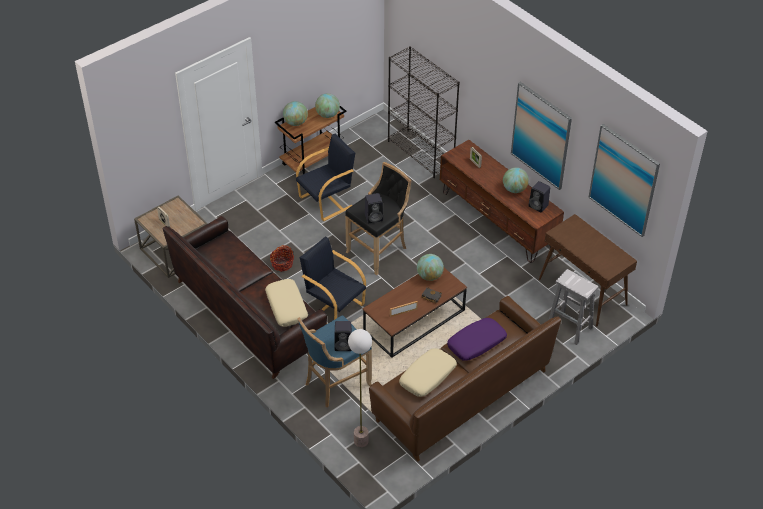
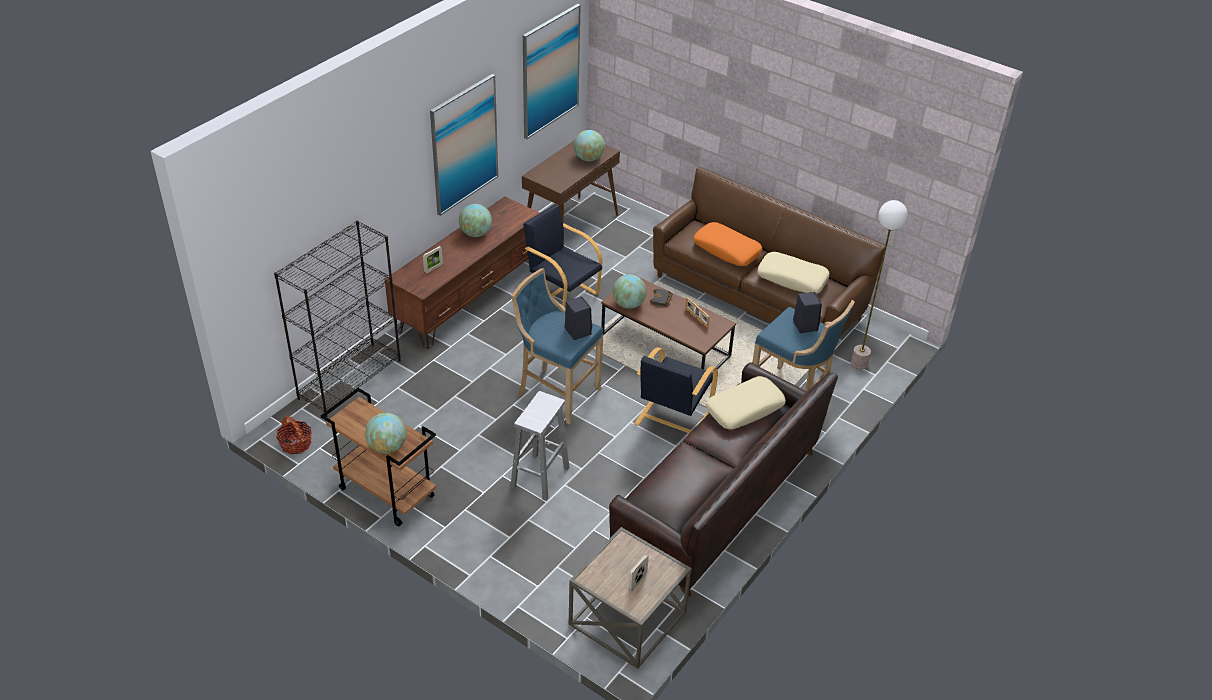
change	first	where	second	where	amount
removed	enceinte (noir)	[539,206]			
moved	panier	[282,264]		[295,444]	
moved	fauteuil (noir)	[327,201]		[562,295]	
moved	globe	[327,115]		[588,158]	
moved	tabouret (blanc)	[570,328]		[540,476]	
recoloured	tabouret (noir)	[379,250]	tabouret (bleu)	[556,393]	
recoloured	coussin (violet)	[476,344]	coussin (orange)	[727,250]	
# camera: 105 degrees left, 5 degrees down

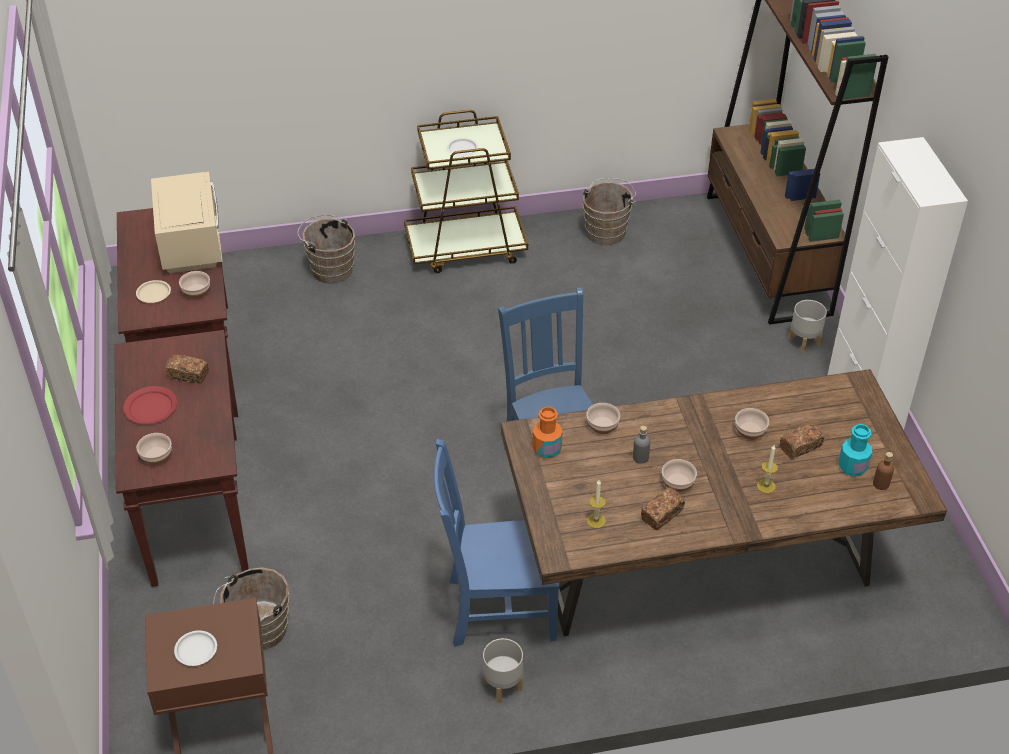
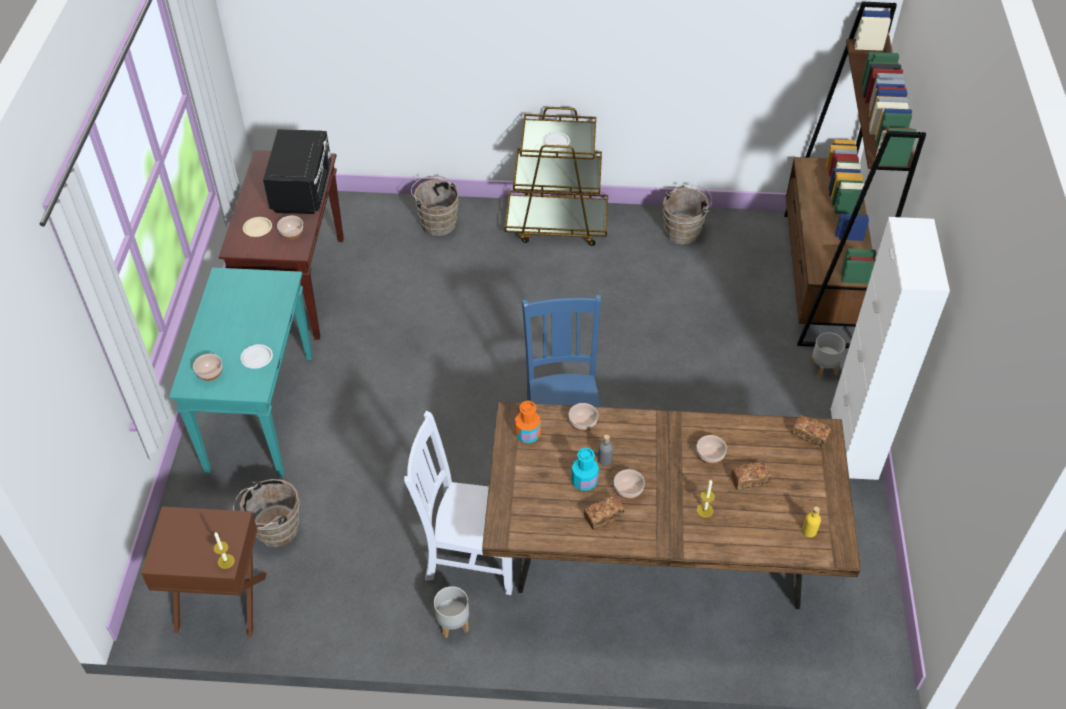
change	first	where	second	where	amount
removed	assiette (rouge)	[151,407]			
moved	pain	[188,375]		[809,435]	
moved	assiette (blanc)	[196,650]		[257,358]	
moved	bougie	[596,521]		[226,561]	
moved	bouteille (turquoise)	[852,466]		[584,481]	
recoloured	table console (marron)	[195,507]	table console (turquoise)	[260,411]	
recoloured	micro-ondes (beige)	[192,244]	micro-ondes (noir)	[303,189]	
recoloured	chaise (bleu)	[497,609]	chaise (blanc)	[471,555]	
recoloured	bouteille (marron)	[881,484]	bouteille (jaune)	[809,531]	
# camera: 15 degrees right, 5 degrees up

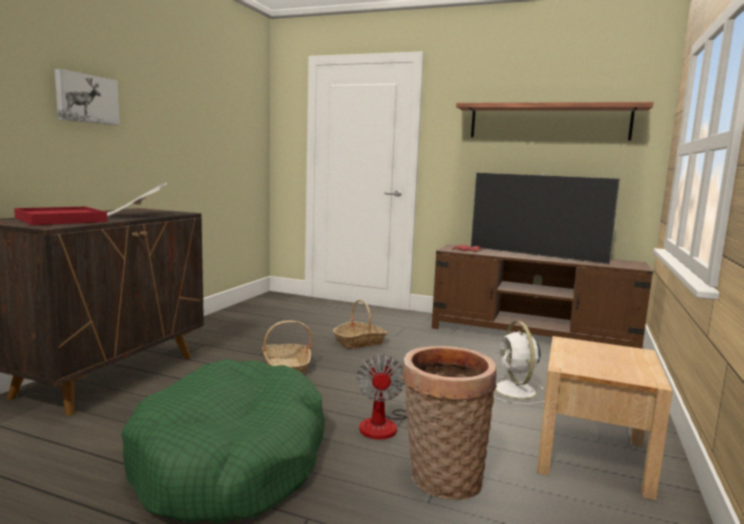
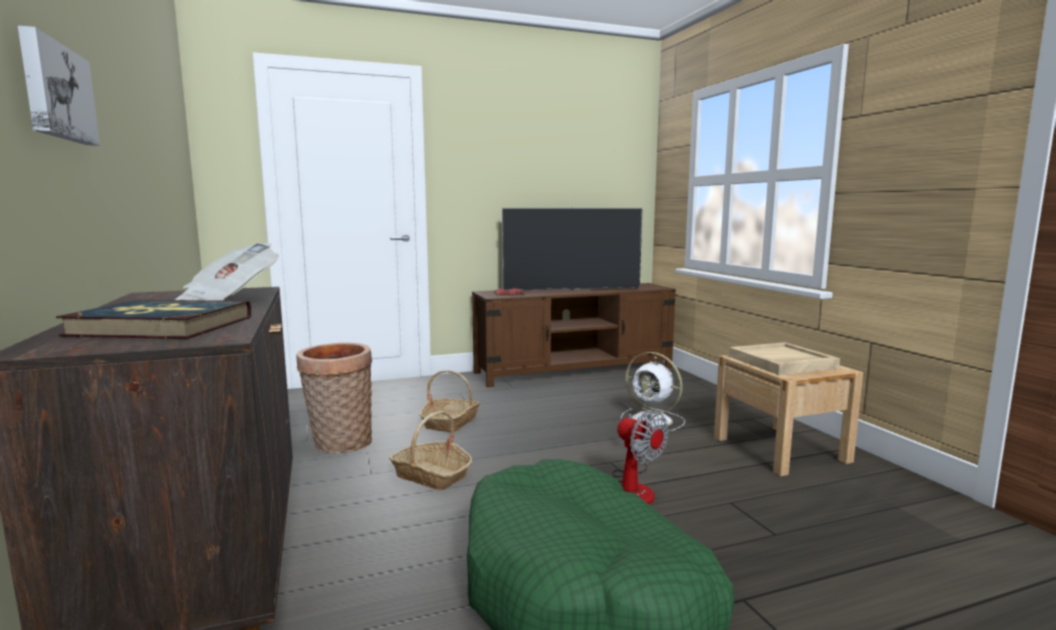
change	first	where	second	where	amount
removed	étagère	[548,122]			
added			plateau (beige)	[781,362]	
moved	panier	[441,479]		[340,444]	
replaced	plateau (rouge)	[61,220]	livre	[161,326]	
# camera: 40 degrees left, 0 degrees up

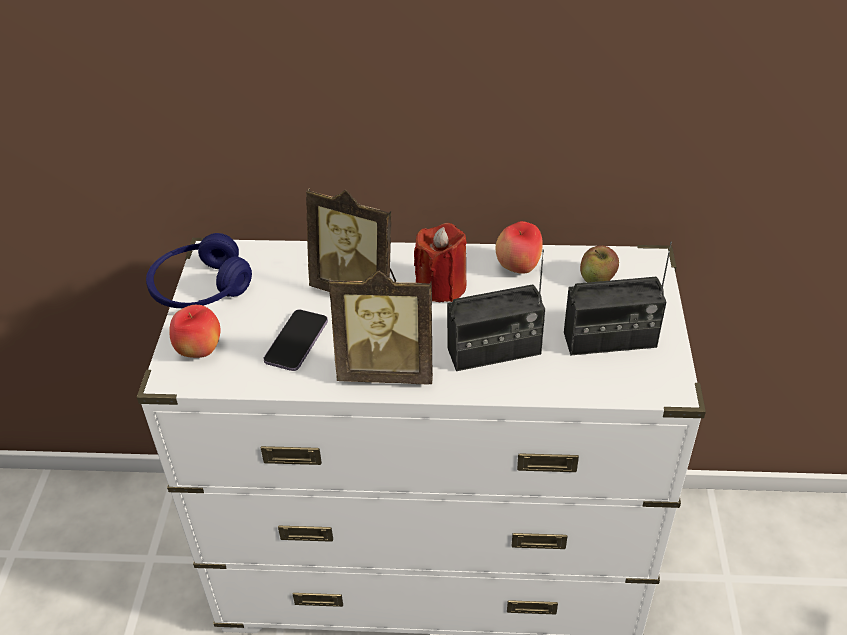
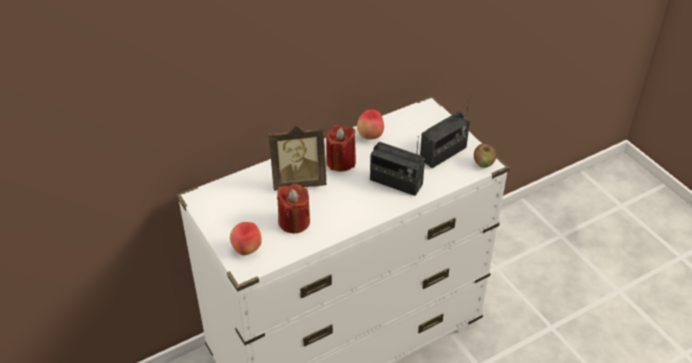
change	first	where	second	where	amount
removed	casque audio (bleu)	[200,288]			
removed	cadre photo	[386,369]			
moved	pomme	[597,278]		[483,163]	
replaced	téléphone	[296,342]	bougie (rouge)	[294,222]	
turned	radio	[494,351]		[396,182]	75 degrees clockwise
# camera: 35 degrees left, 0 degrees up

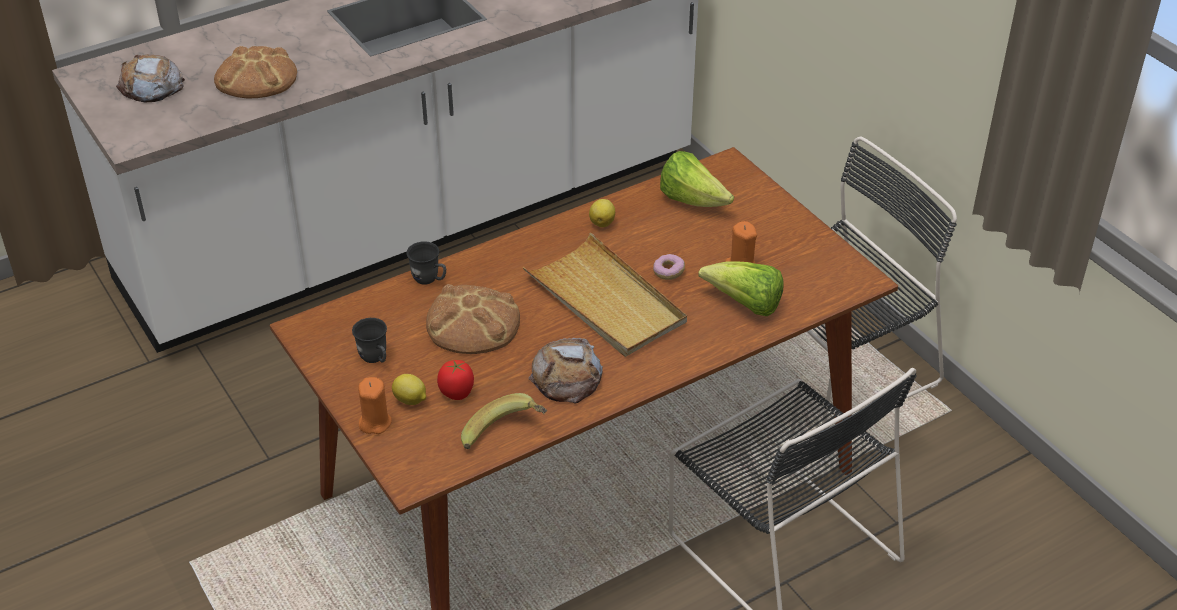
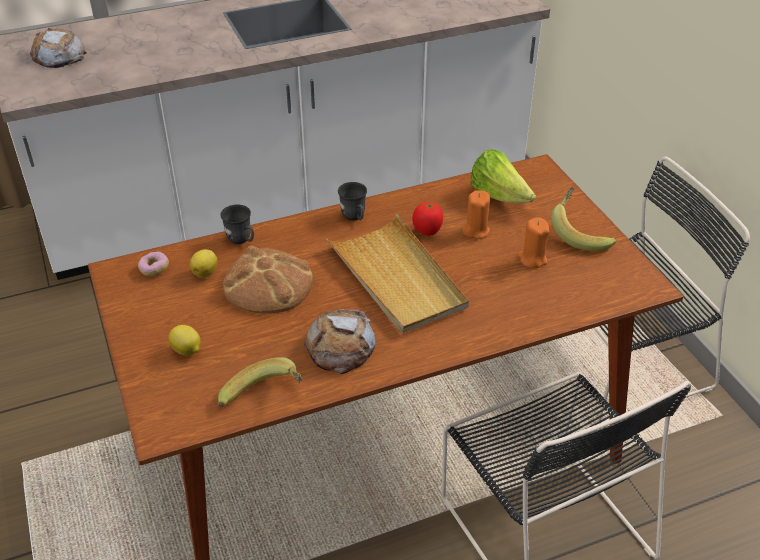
change	first	where	second	where	amount
removed	pain	[256,77]			
removed	laitue	[745,304]			
added			banane	[581,233]	
moved	mug (gris)	[375,359]		[355,218]	
moved	bougie (orange)	[375,422]		[475,230]	
moved	tomate	[457,393]		[427,230]	
moved	citron	[602,222]		[206,272]	
moved	beignet	[668,272]		[154,269]	
# camera: 10 degrees right, 0 degrees up

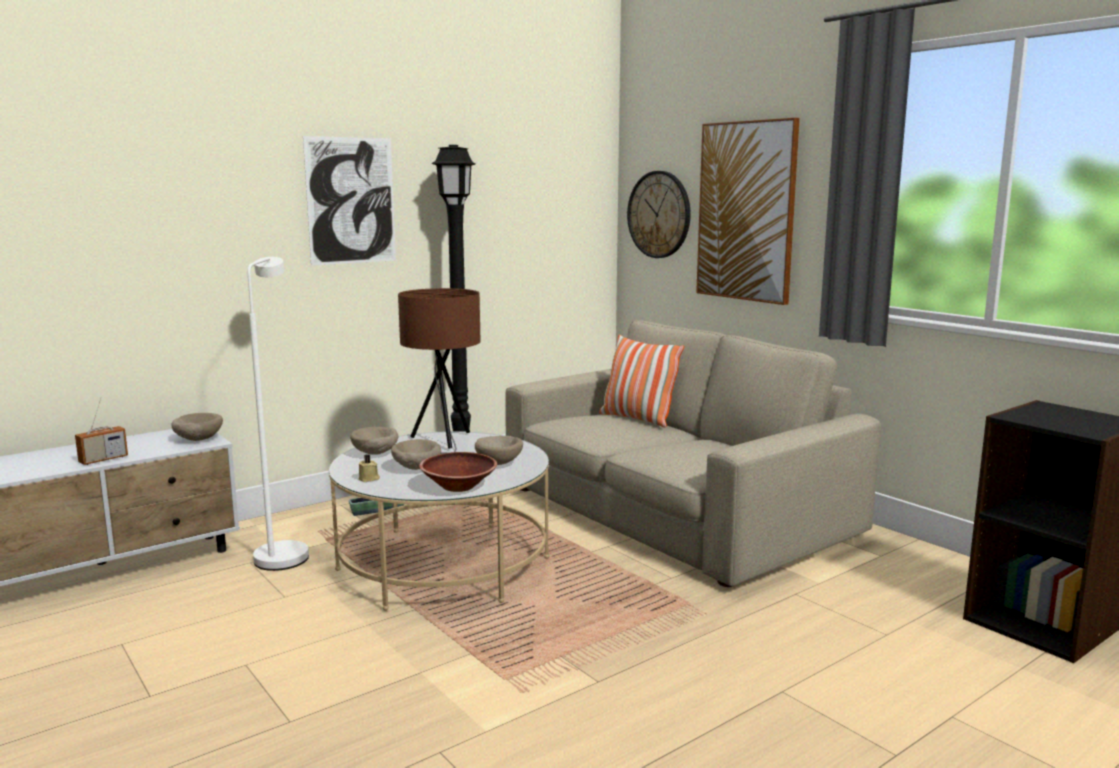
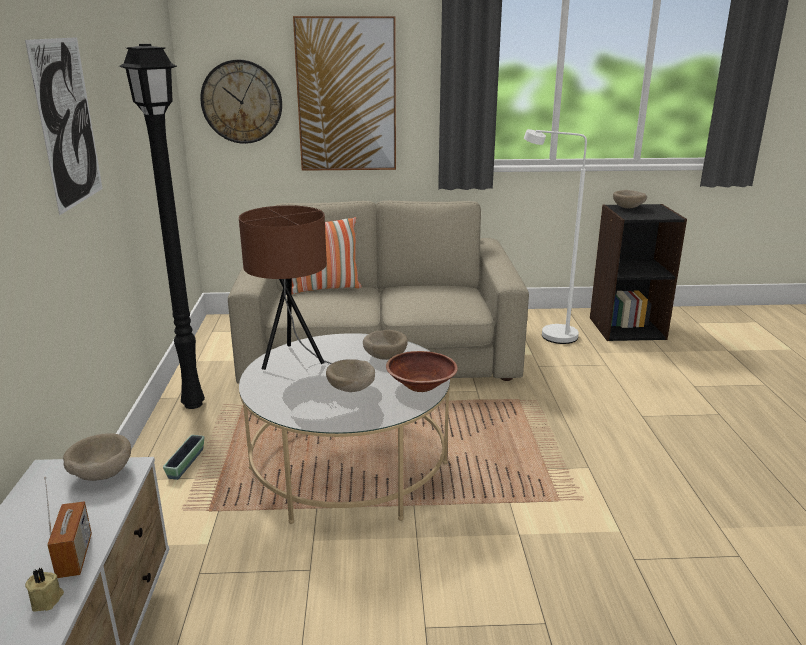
change	first	where	second	where	amount
moved	lampadaire (blanc)	[283,553]		[549,334]	
moved	bol (beige)	[375,454]		[629,208]	
moved	bougie (beige)	[369,479]		[47,600]	
# camera: 55 degrees left, 10 degrees up

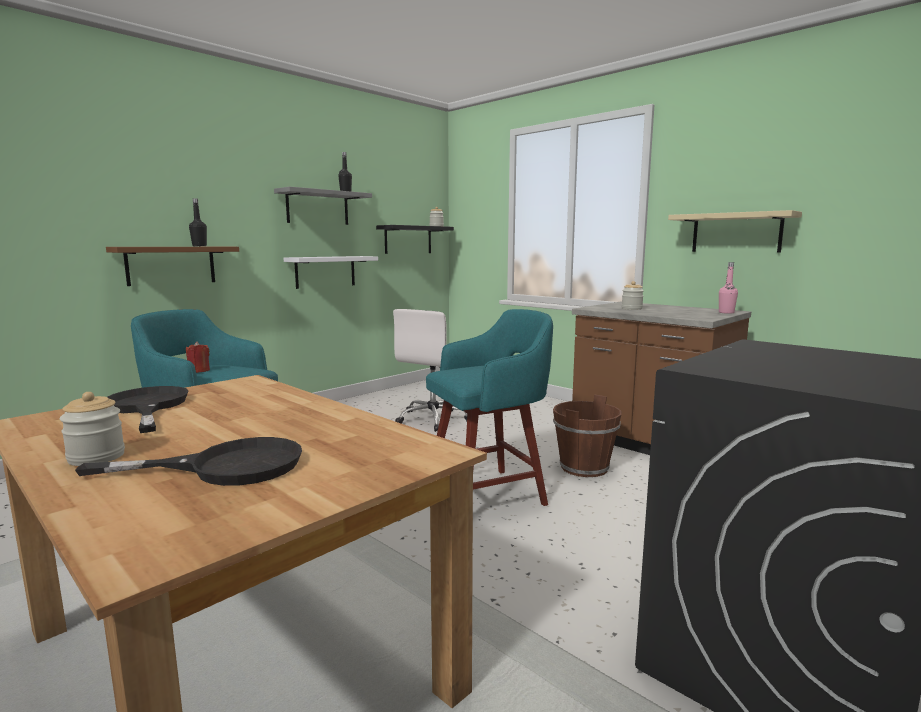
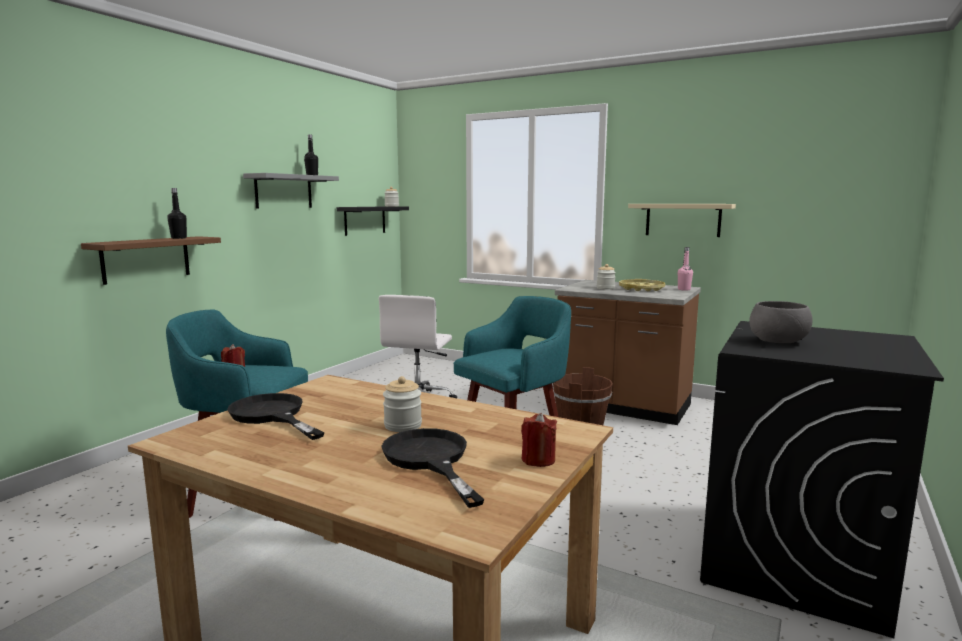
change	first	where	second	where	amount
removed	étagère (blanc)	[325,271]			
added			bougie (rouge)	[538,460]	
added			plateau (jaune)	[641,289]	
added			bol (gris)	[778,341]	
moved	bocal	[96,457]		[403,425]	
turned	poêle (noir)	[226,467]		[430,460]	90 degrees counterclockwise
# camera: 15 degrees left, 0 degrees up

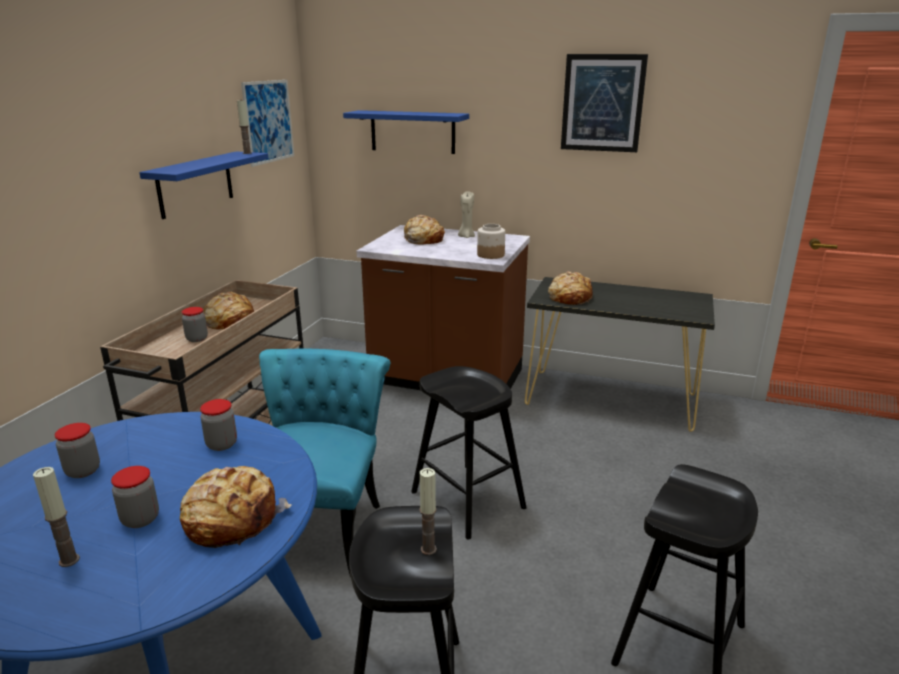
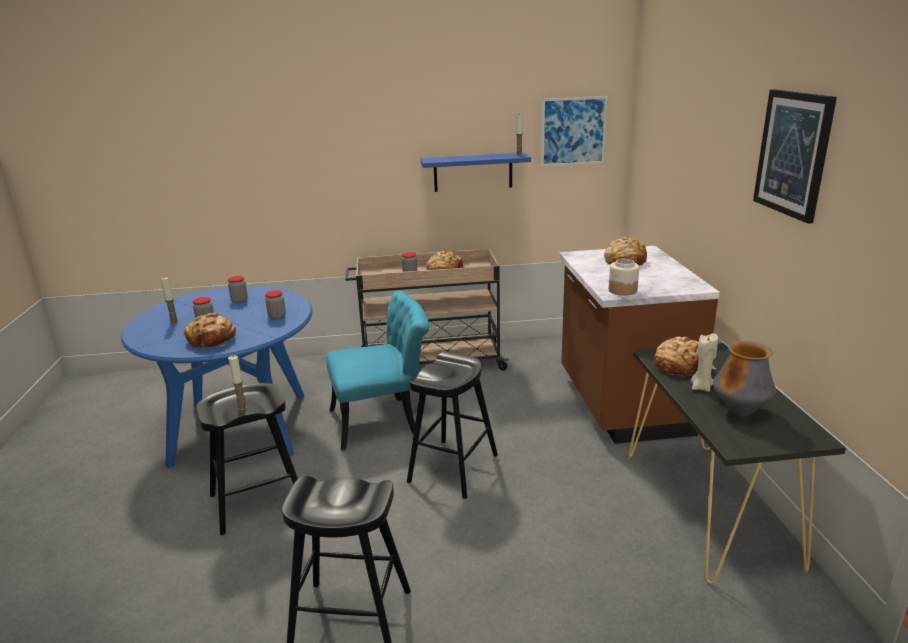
change	first	where	second	where	amount
removed	étagère (bleu)	[412,132]			
added			vase	[740,411]	
moved	bougie (beige)	[466,236]		[701,387]	
# camera: 65 degrees right, 0 degrees up

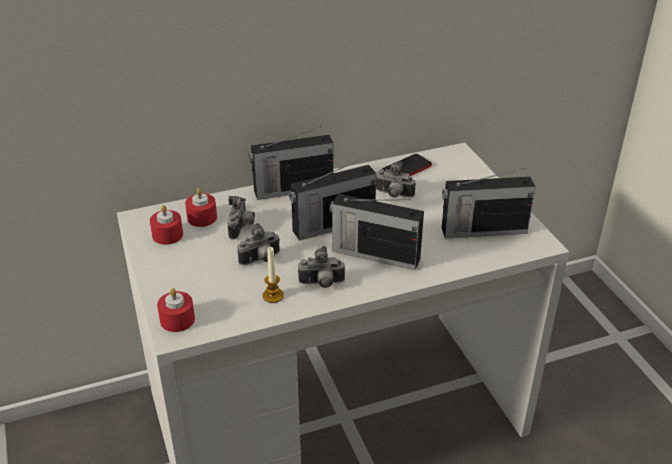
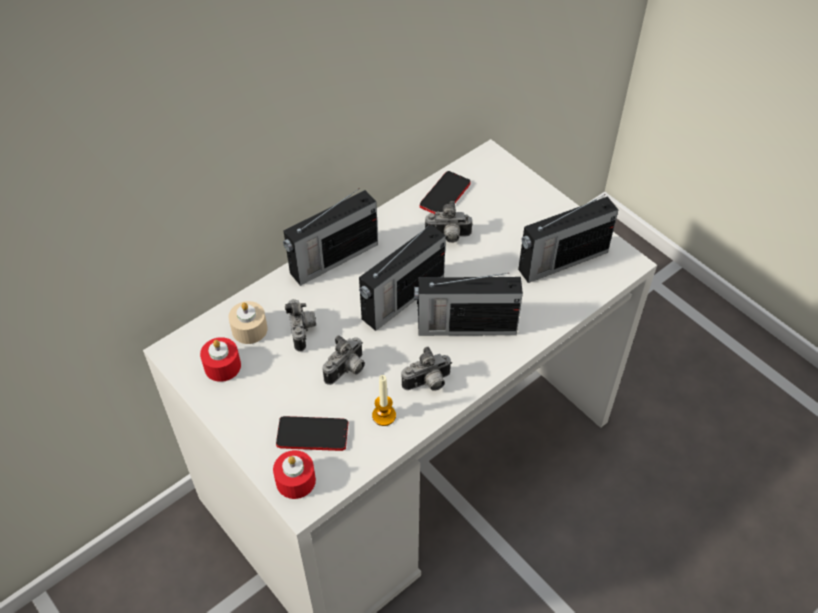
change	first	where	second	where	amount
added			téléphone	[312,434]	
recoloured	bougie (rouge)	[202,217]	bougie (beige)	[249,329]	
# camera: 20 degrees left, 15 degrees up

